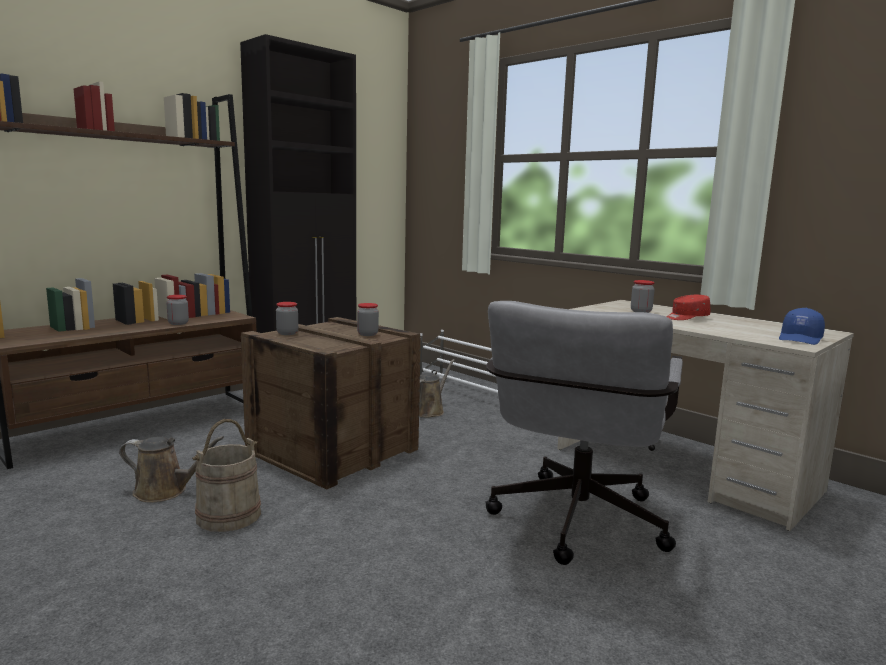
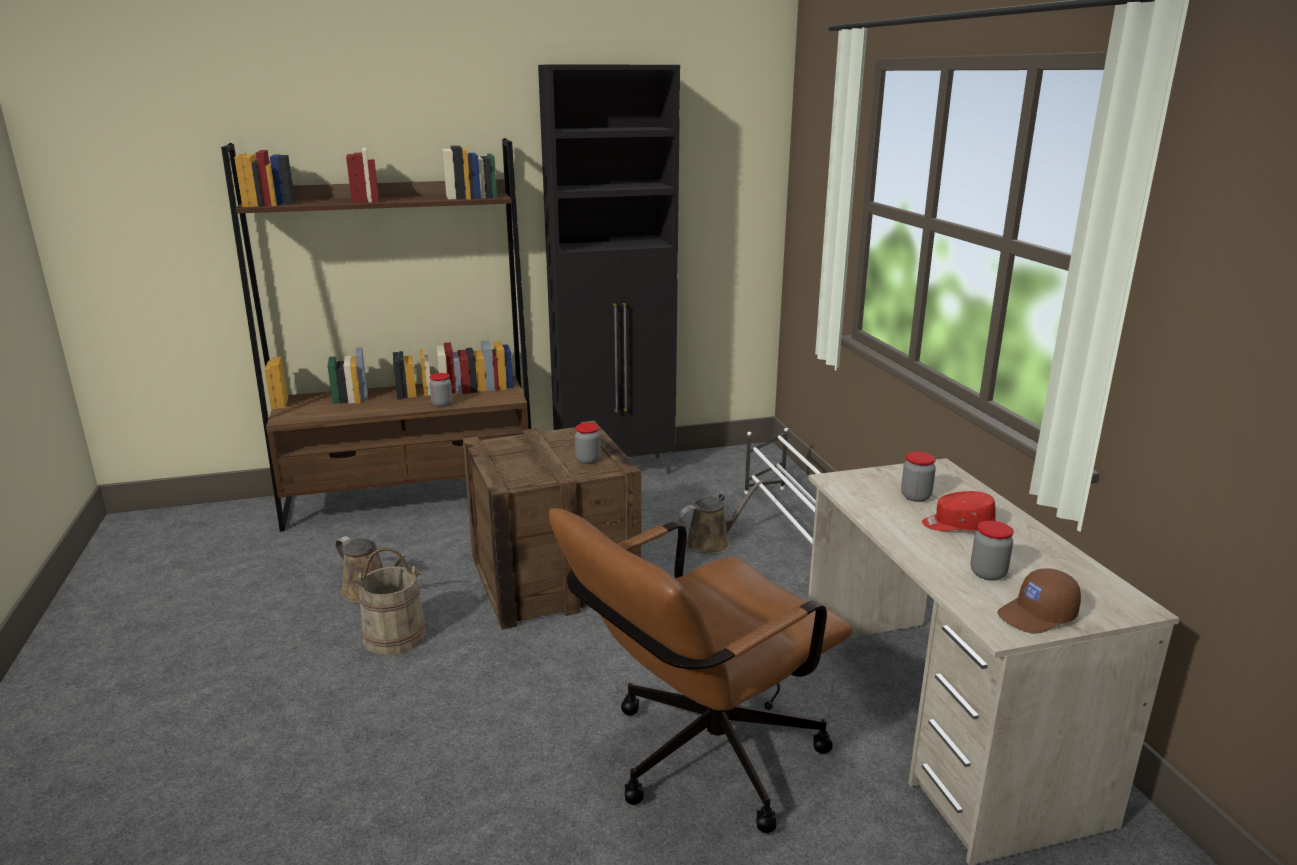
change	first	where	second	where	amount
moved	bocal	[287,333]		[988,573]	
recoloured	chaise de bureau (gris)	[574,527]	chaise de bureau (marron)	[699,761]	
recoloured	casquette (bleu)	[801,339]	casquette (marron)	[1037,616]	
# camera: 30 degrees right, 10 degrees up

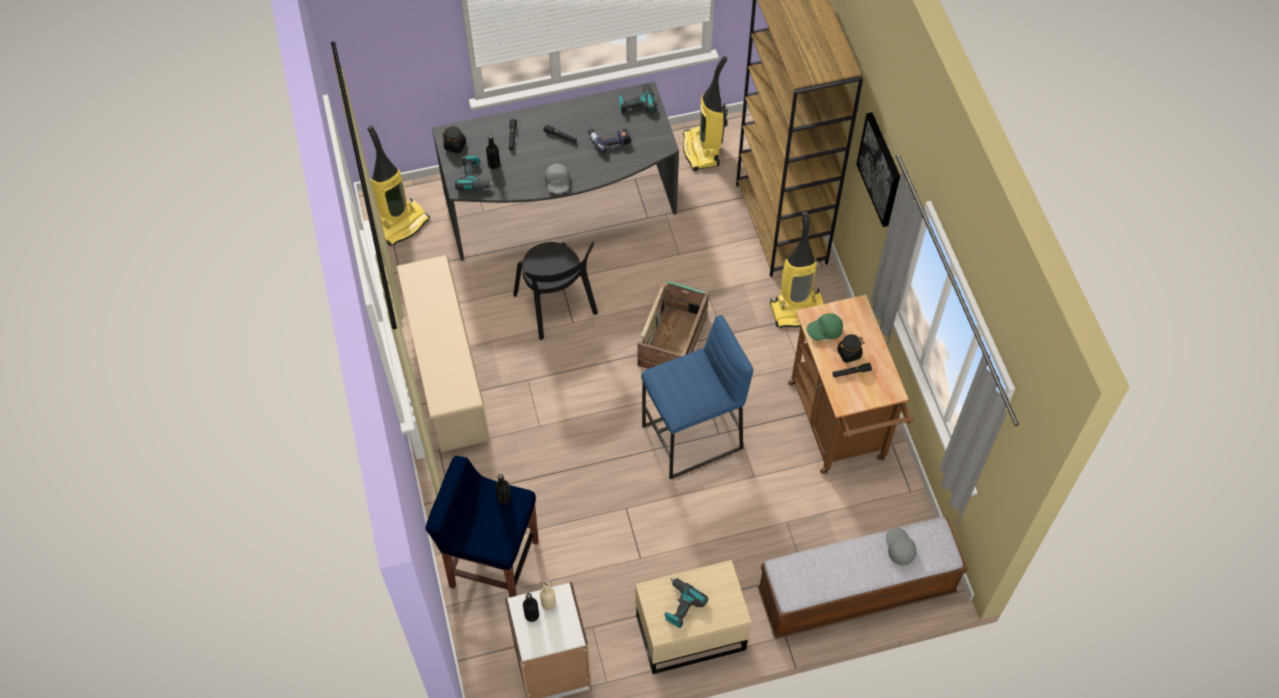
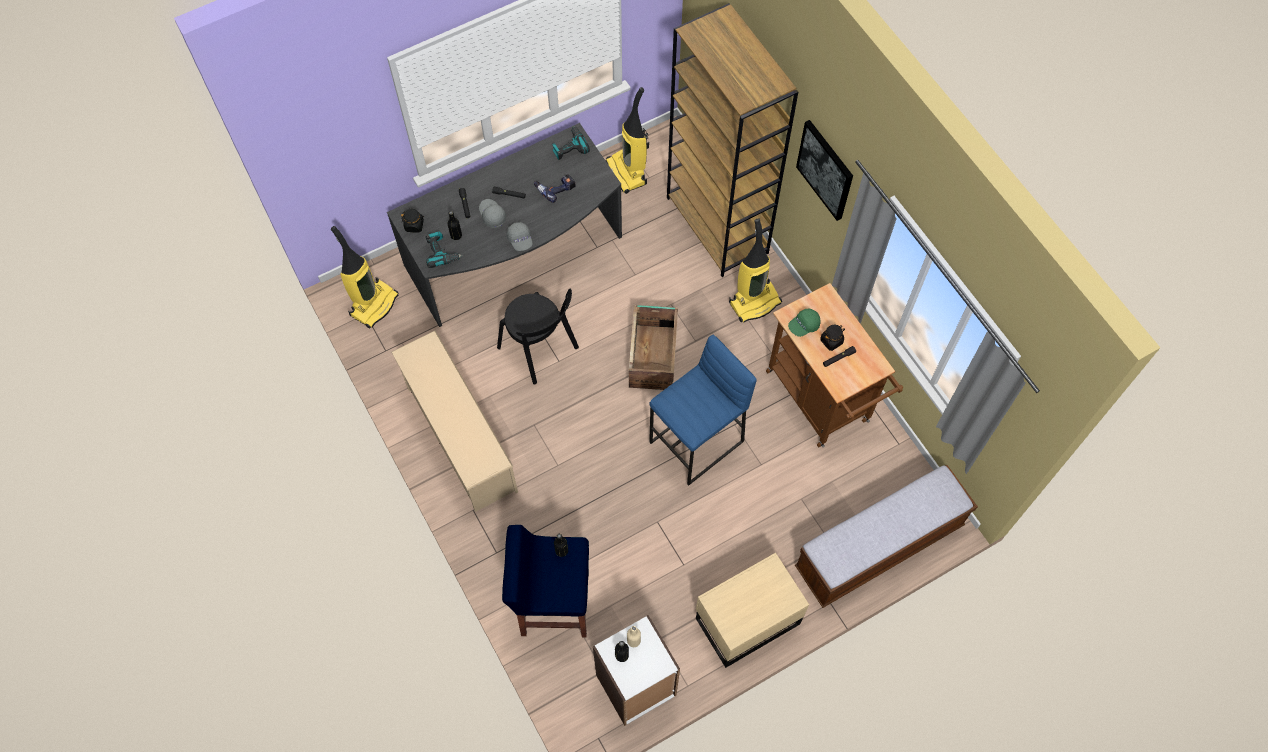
change	first	where	second	where	amount
removed	perceuse	[680,605]			
moved	casquette (gris)	[899,548]		[492,215]	
# camera: 15 degrees left, 5 degrees up

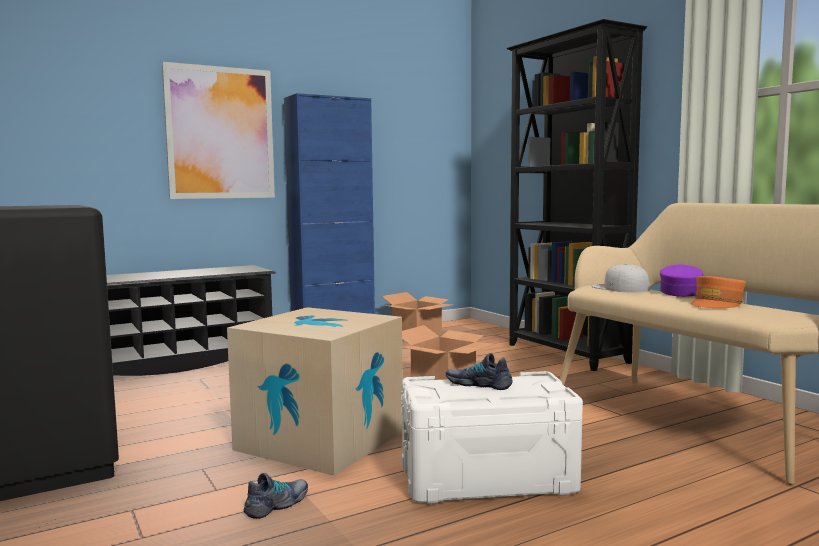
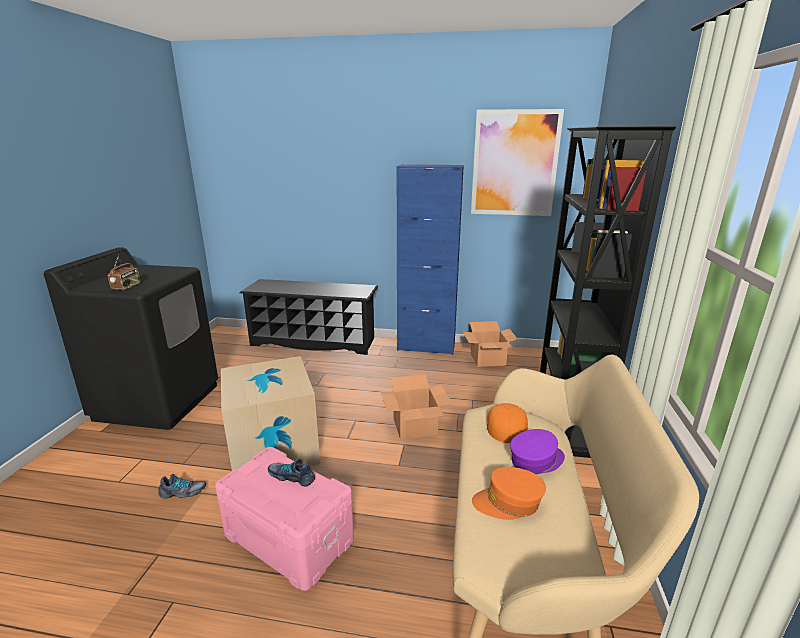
change	first	where	second	where	amount
added			radio	[127,287]	
moved	tableau	[220,133]		[514,164]	
recoloured	boîte de rangement (blanc)	[487,478]	boîte de rangement (rose)	[288,538]	
recoloured	casquette (blanc)	[619,288]	casquette (orange)	[505,425]	
turned	chaussure	[479,384]		[292,476]	45 degrees counterclockwise
# camera: 40 degrees right, 15 degrees up

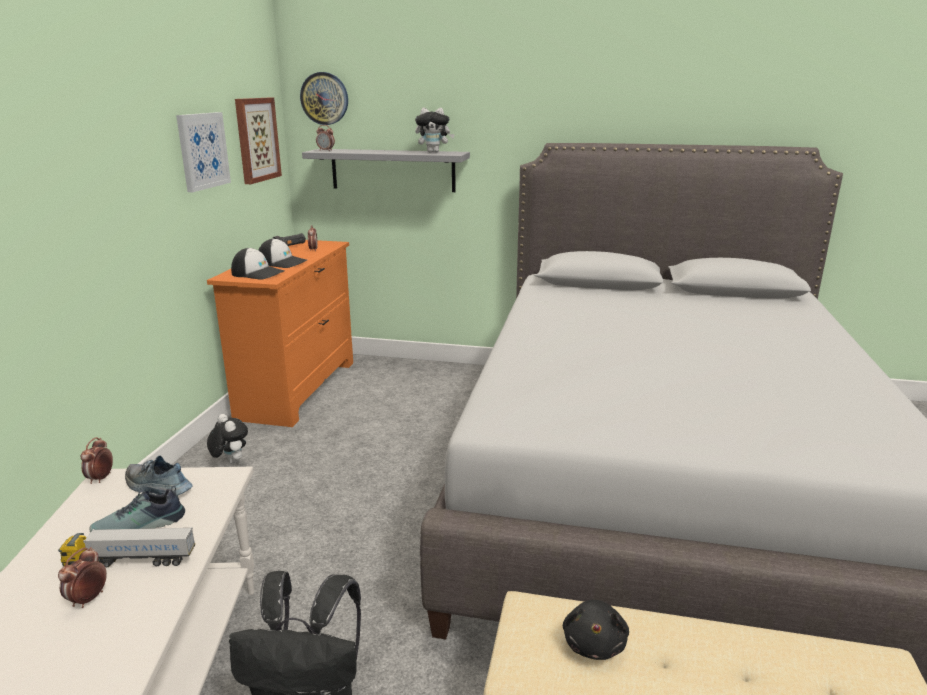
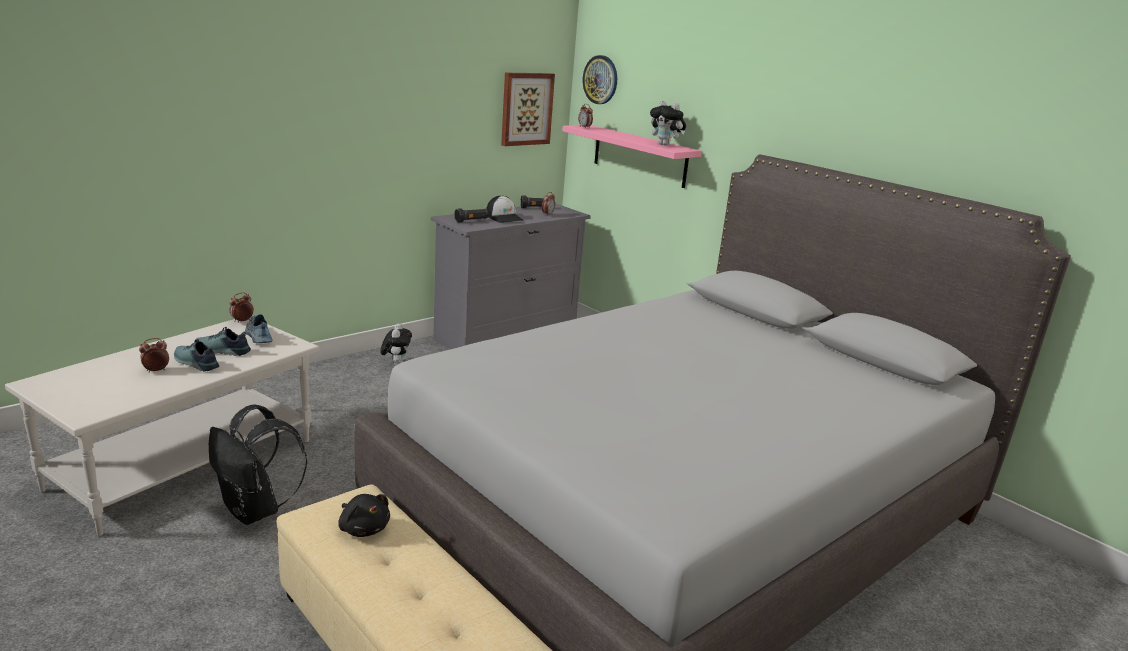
change	first	where	second	where	amount
removed	tableau	[202,151]			
replaced	camion jouet	[130,561]	chaussure	[195,363]	
replaced	casquette	[258,273]	lampe de poche (noir)	[471,221]	
recoloured	commode (orange)	[298,388]	commode (gris)	[507,334]	
recoloured	étagère (gris)	[392,170]	étagère (rose)	[639,156]	
turned	peluche (noir)	[594,643]		[363,528]	90 degrees counterclockwise
# camera: 35 degrees right, 0 degrees up

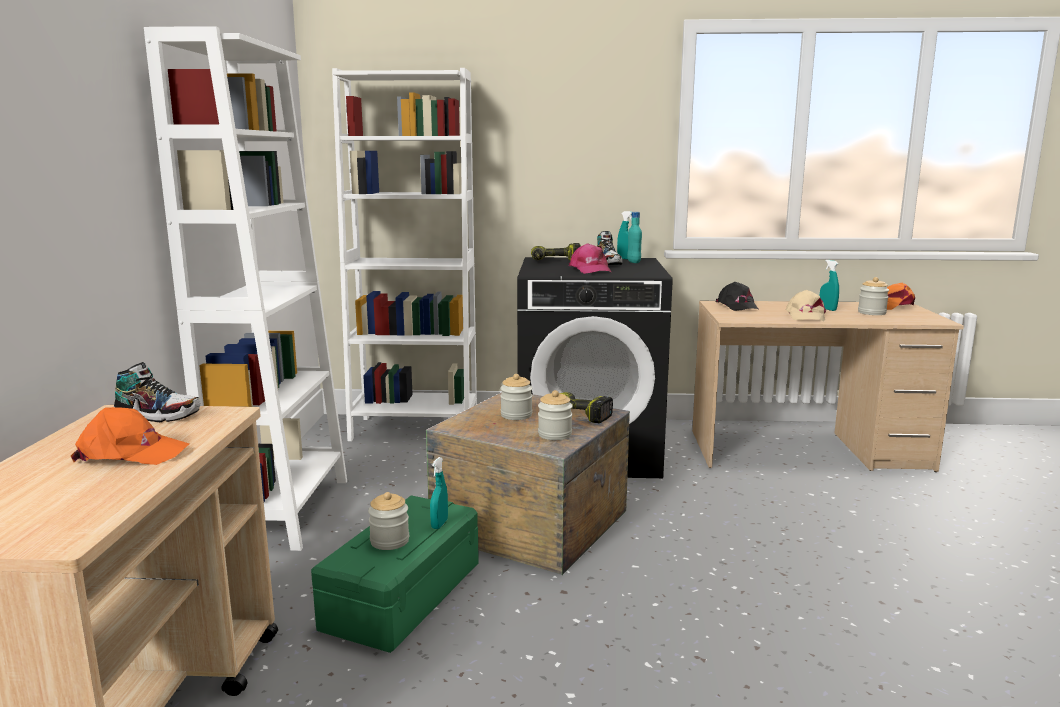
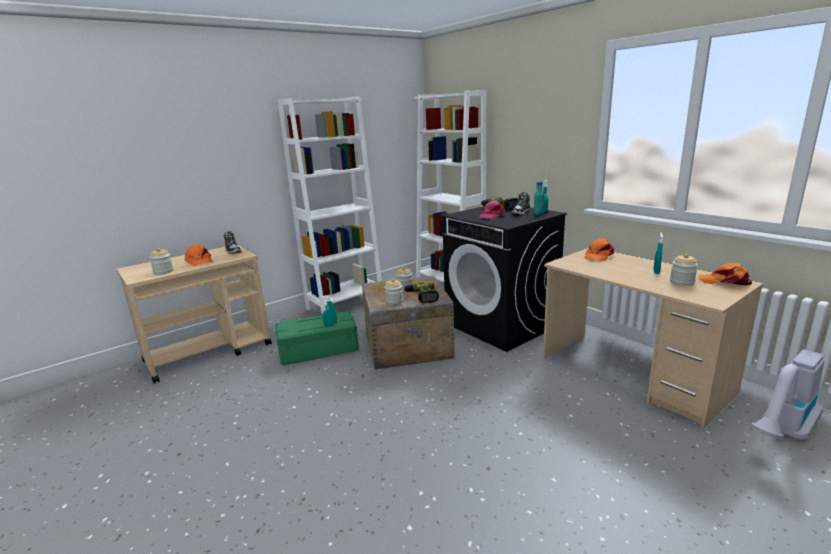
change	first	where	second	where	amount
removed	casquette (beige)	[805,316]			
added			aspirateur	[782,433]	
moved	bocal	[389,541]		[163,272]	
recoloured	casquette (noir)	[737,306]	casquette (orange)	[598,256]	
# camera: 50 degrees right, 5 degrees up

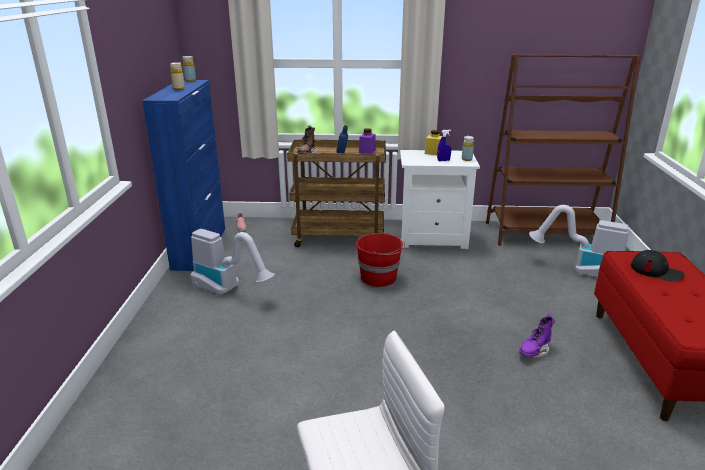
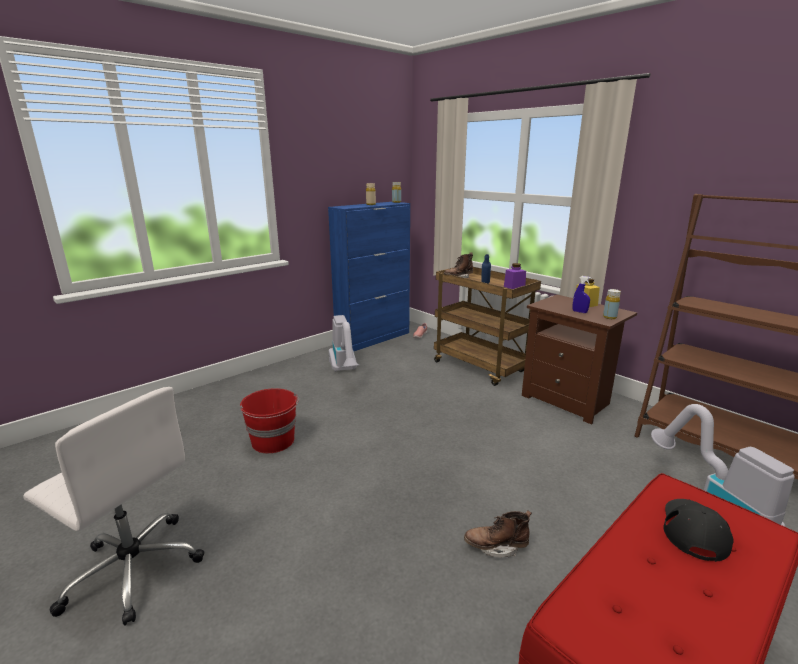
change	first	where	second	where	amount
moved	seau (rouge)	[379,277]		[273,441]	
recoloured	table de chevet (blanc)	[433,238]	table de chevet (marron)	[568,400]	
recoloured	botte (violet)	[534,351]	botte (marron)	[496,547]	
turned	casquette (noir)	[656,271]		[694,530]	150 degrees counterclockwise
# camera: 45 degrees right, 5 degrees down

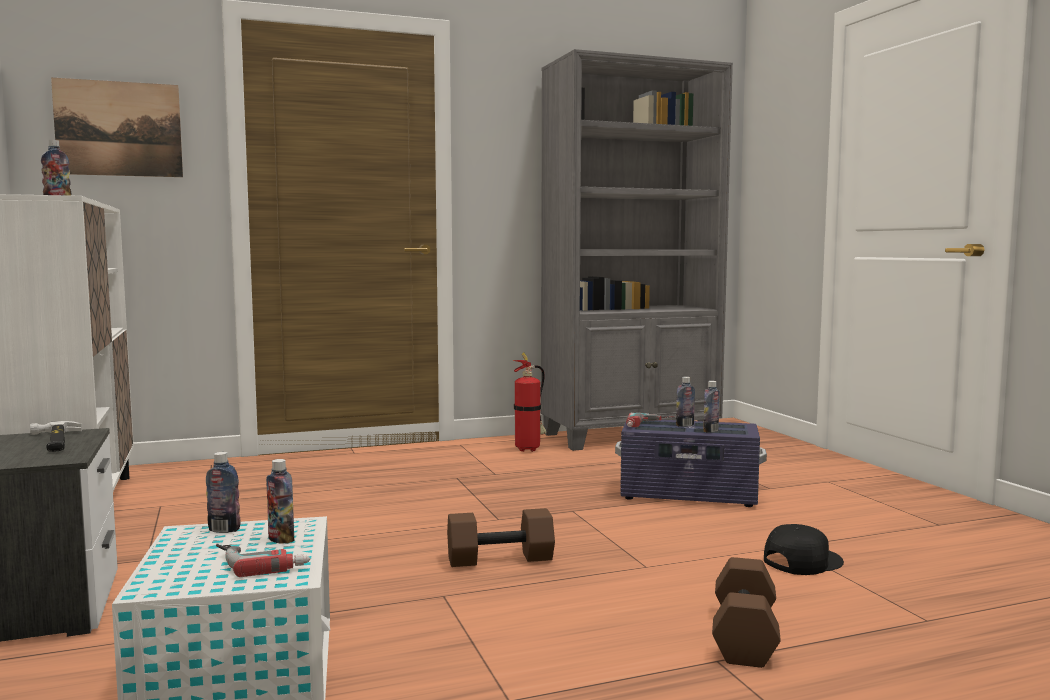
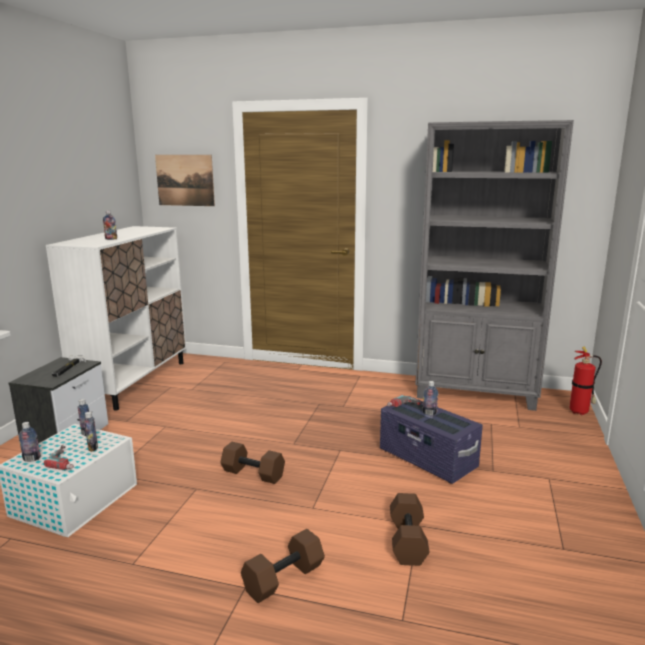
change	first	where	second	where	amount
moved	extincteur	[529,449]		[580,412]	
moved	bouteille	[710,431]		[31,459]	
replaced	casquette (noir)	[801,561]	haltère (marron)	[406,540]	
# camera: 35 degrees right, 10 degrees up

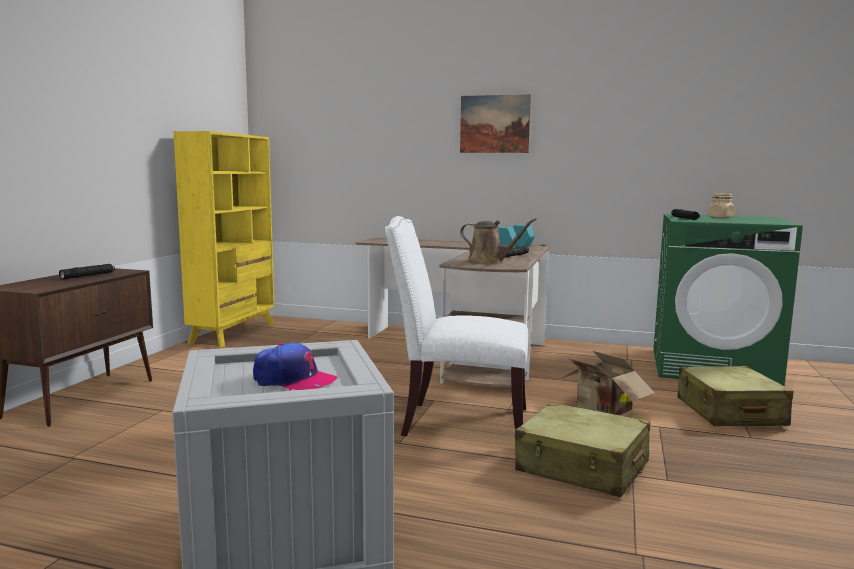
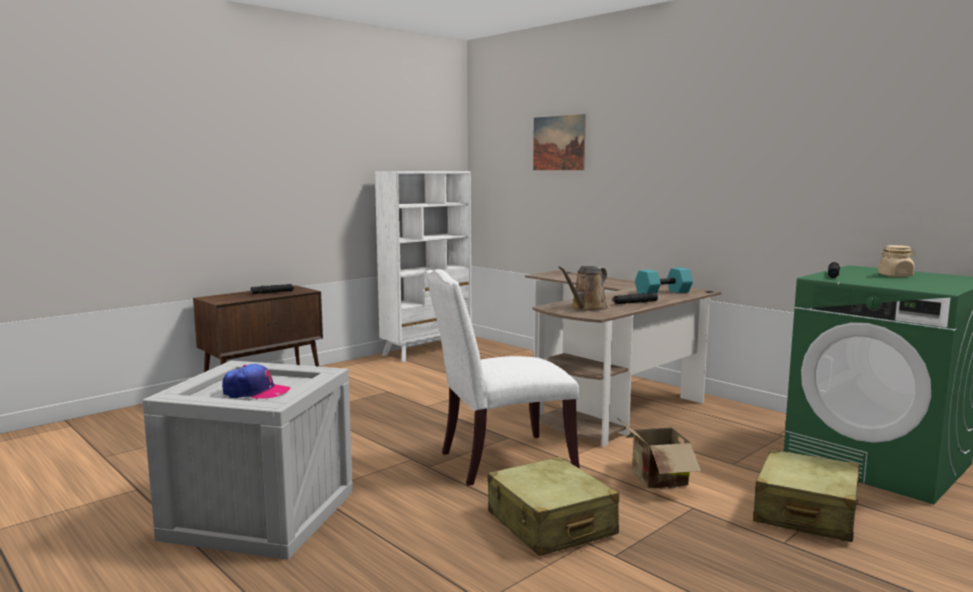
change	first	where	second	where	amount
moved	tableau	[494,124]		[558,143]	
recoloured	bibliothèque (jaune)	[234,333]	bibliothèque (blanc)	[427,350]	
turned	casquette	[293,380]		[255,392]	45 degrees counterclockwise
turned	chaise (blanc)	[459,423]		[501,462]	60 degrees counterclockwise
turned	arrosoir (marron)	[489,262]		[586,308]	75 degrees clockwise
# camera: 30 degrees right, 0 degrees up

